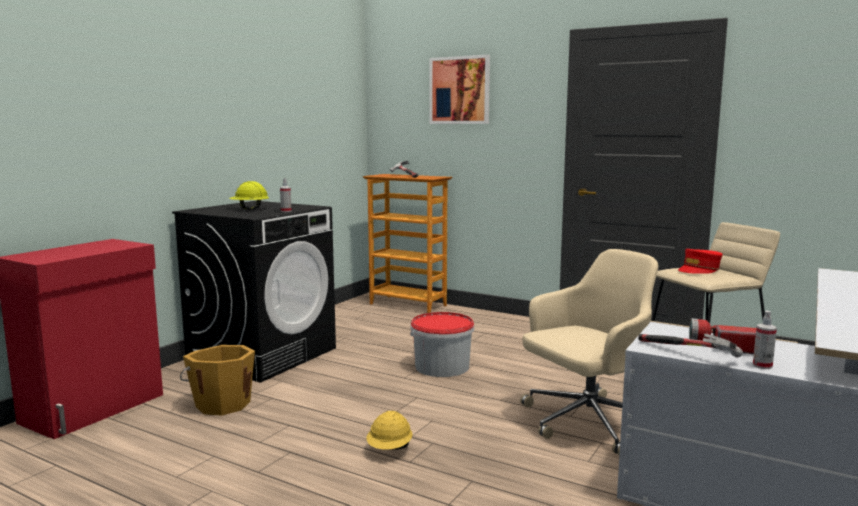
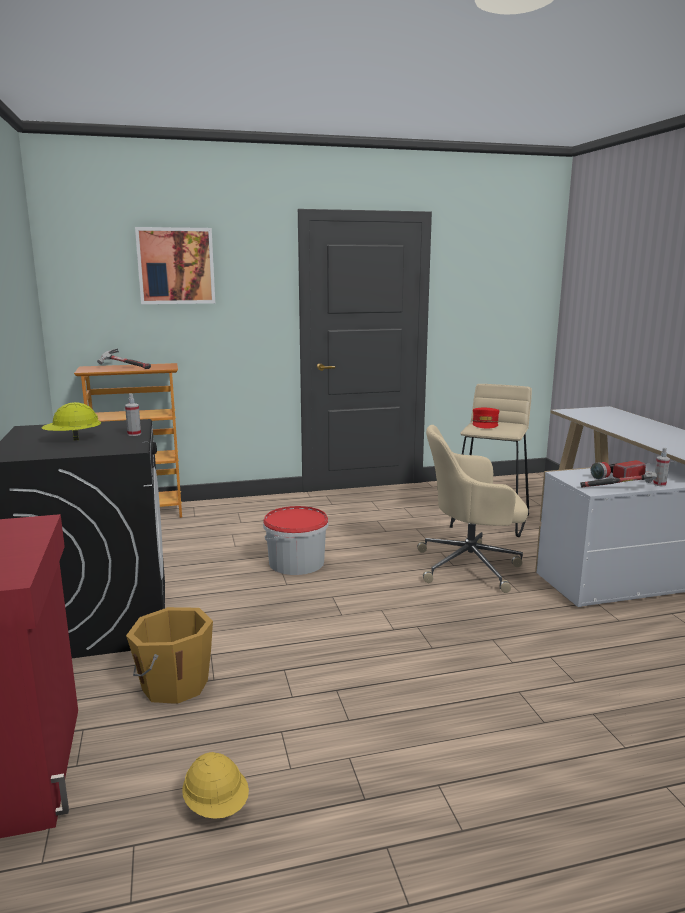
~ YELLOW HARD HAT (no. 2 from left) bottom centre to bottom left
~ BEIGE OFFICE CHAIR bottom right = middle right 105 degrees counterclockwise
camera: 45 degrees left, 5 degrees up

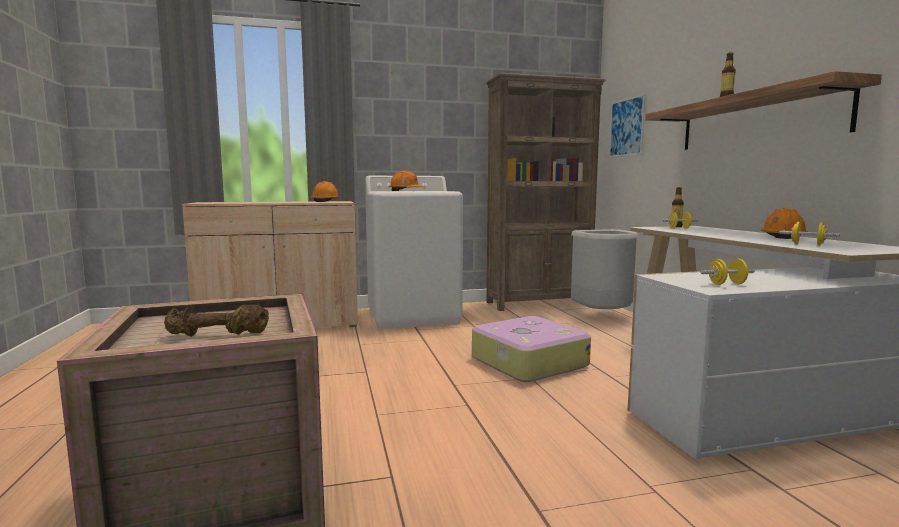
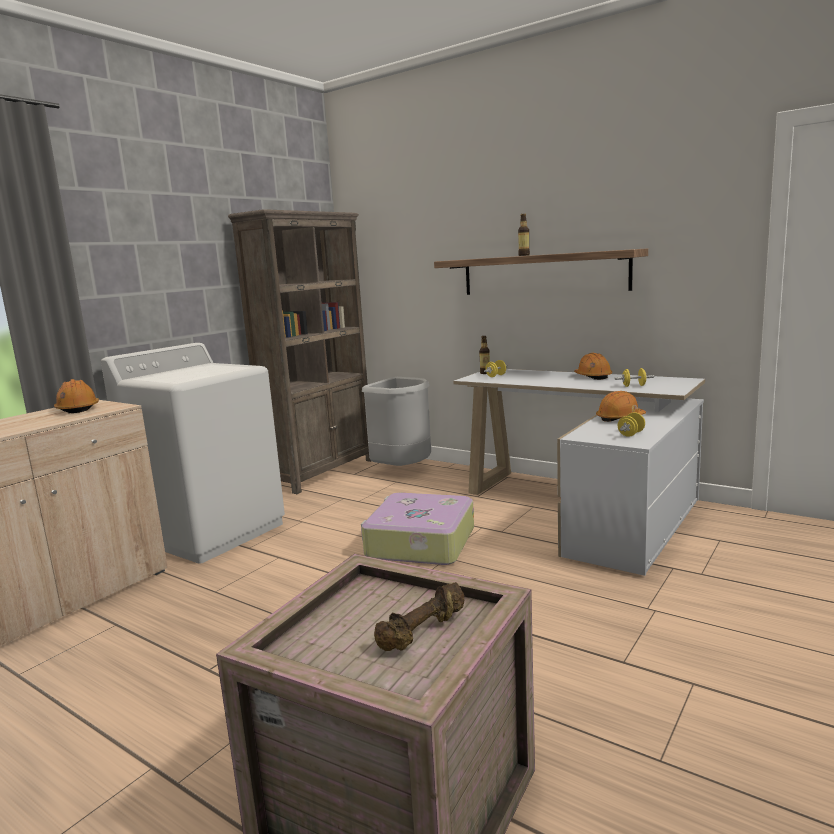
~ ORANGE HARD HAT (no. 2 from left in the first image) centre to ORANGE HARD HAT (no. 3 from left) middle right
- PICTURE top right
camera: 40 degrees left, 5 degrees up

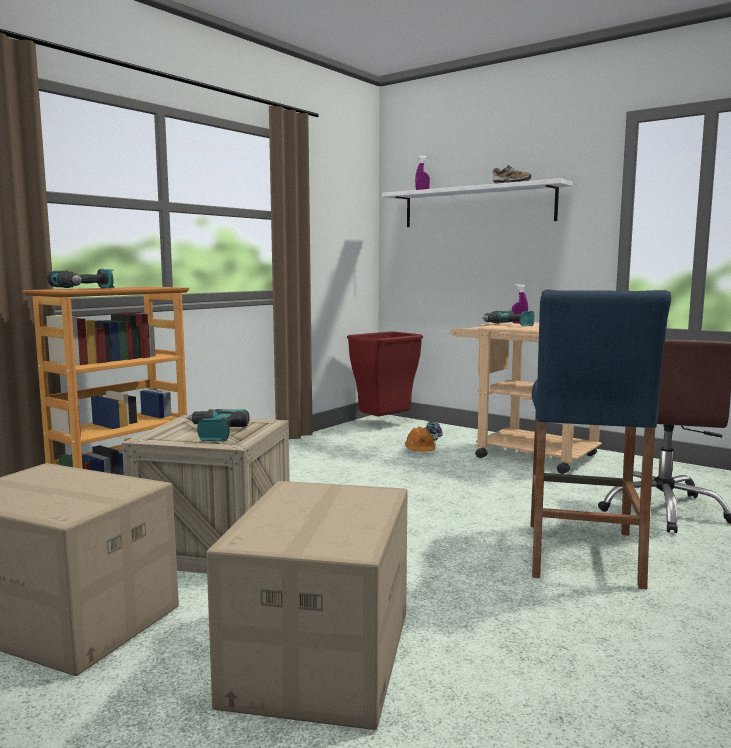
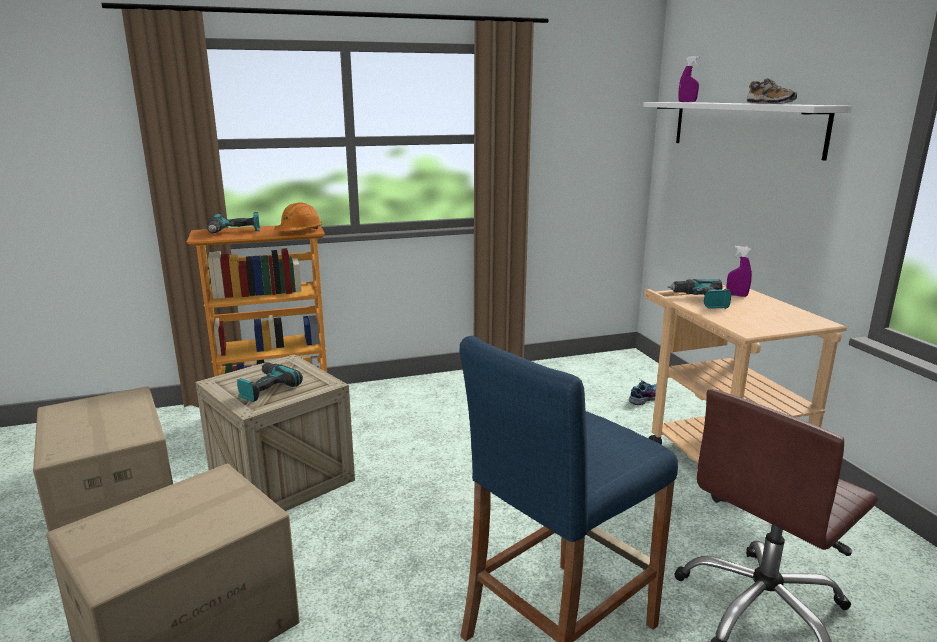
- RED TRASH CAN centre
~ ORANGE HARD HAT centre to middle left
camera: 35 degrees right, 10 degrees up

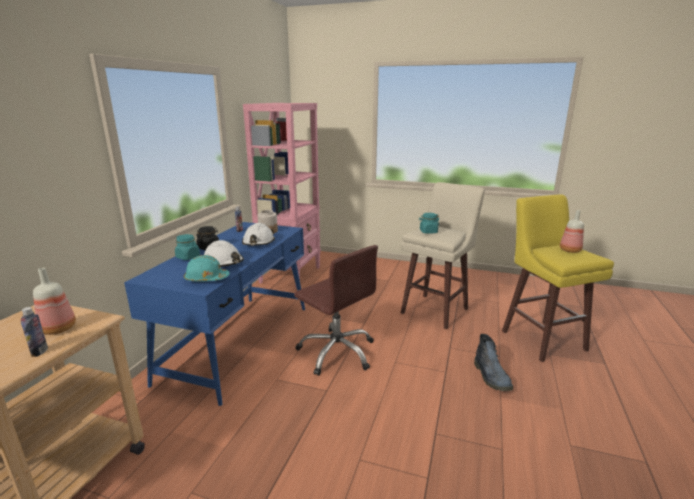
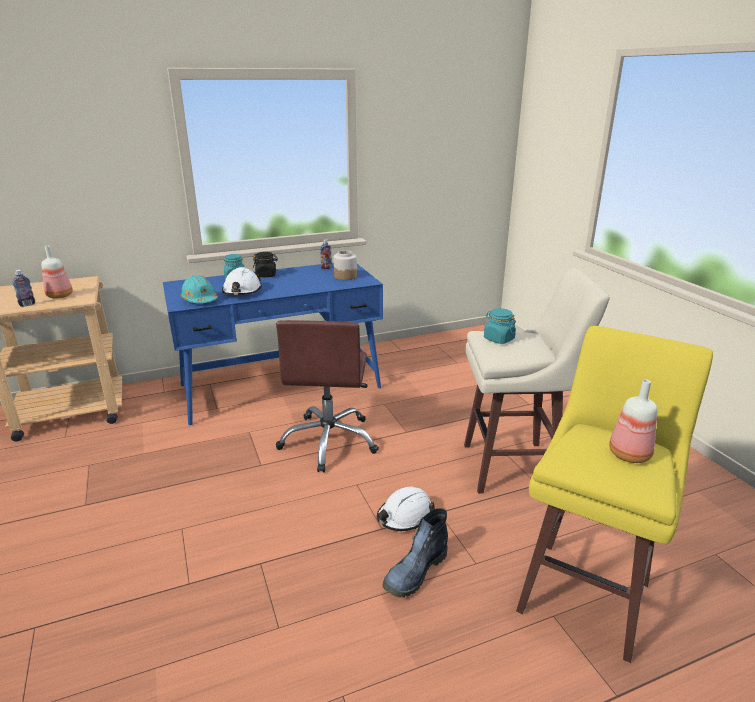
~ WHITE HARD HAT (no. 2 from left) centre to bottom centre
- PINK BOOKCASE centre
camera: 50 degrees right, 5 degrees up

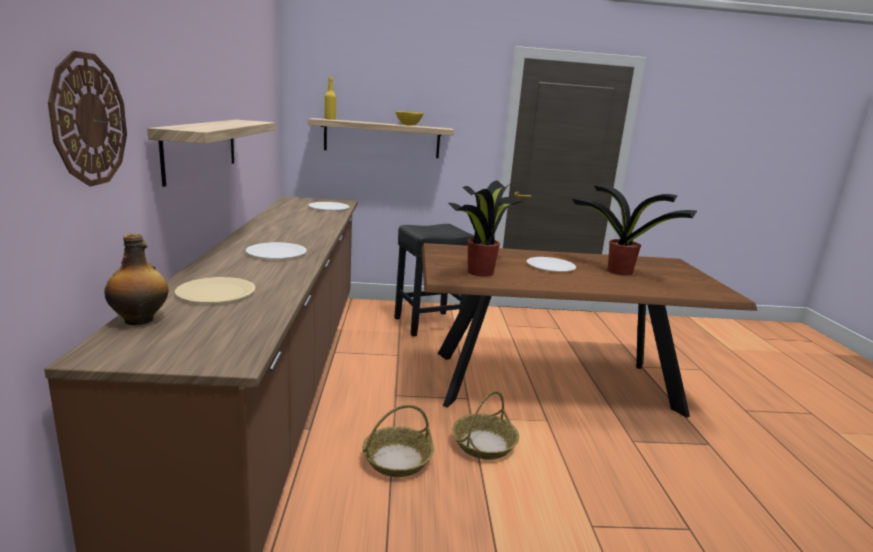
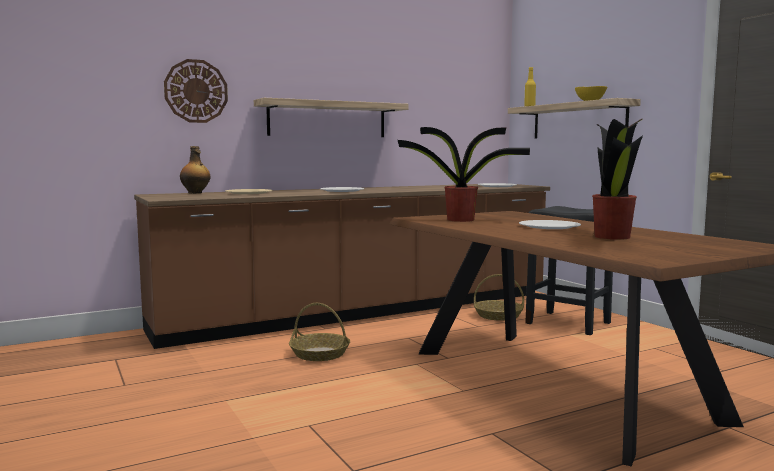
~ BASKET (no. 2 from left) bottom centre to centre
camera: 65 degrees right, 10 degrees down

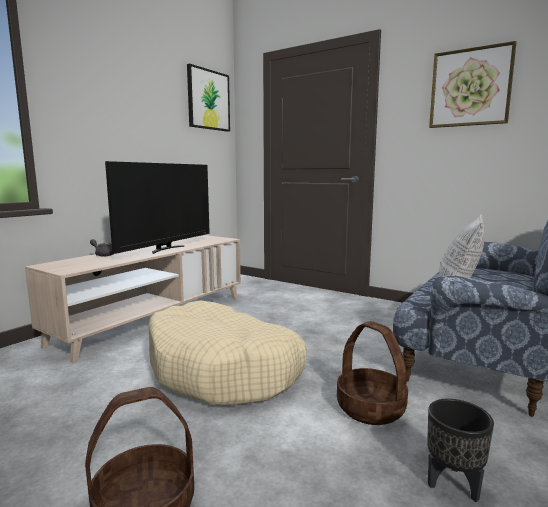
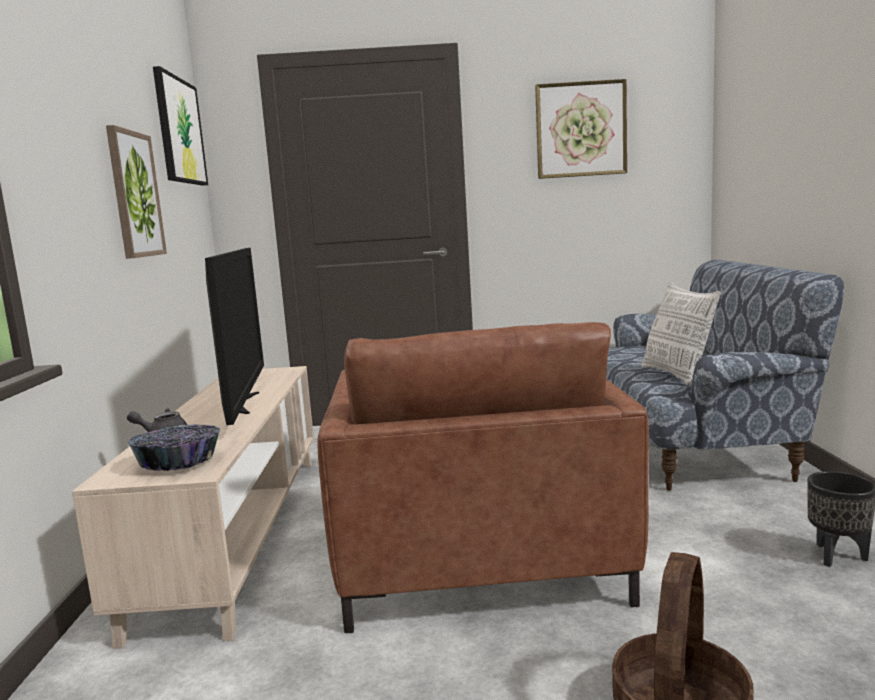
~ BEIGE DOG BED bottom centre to BROWN ARMCHAIR bottom centre
- BASKET (no. 2 from left) bottom right
+ PICTURE (no. 1 from left) top left
+ BOWL middle left
camera: 35 degrees left, 0 degrees up

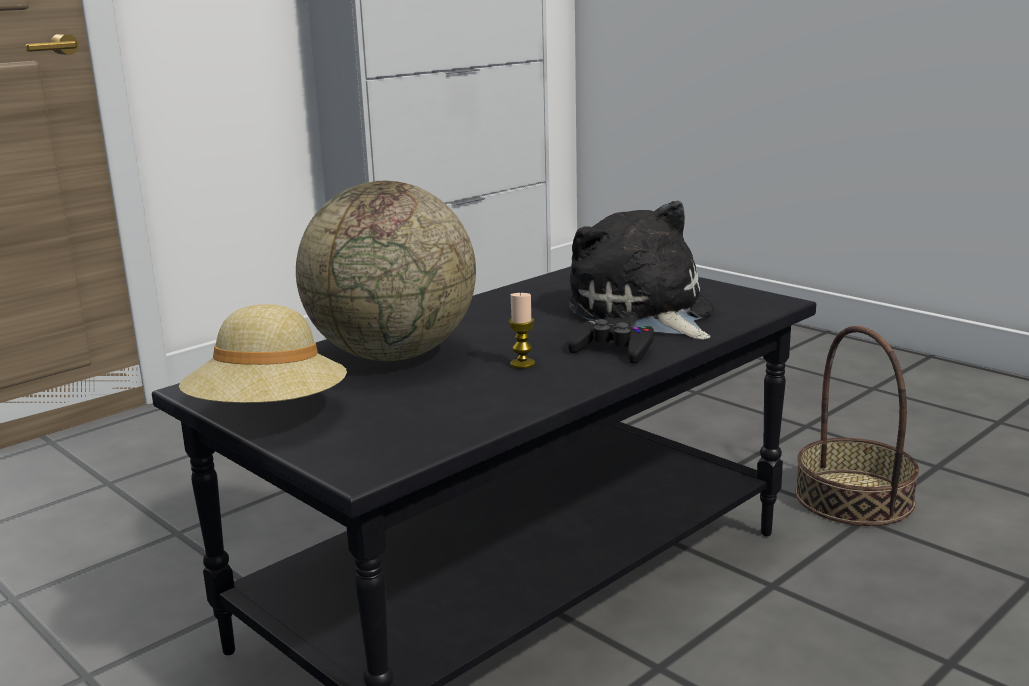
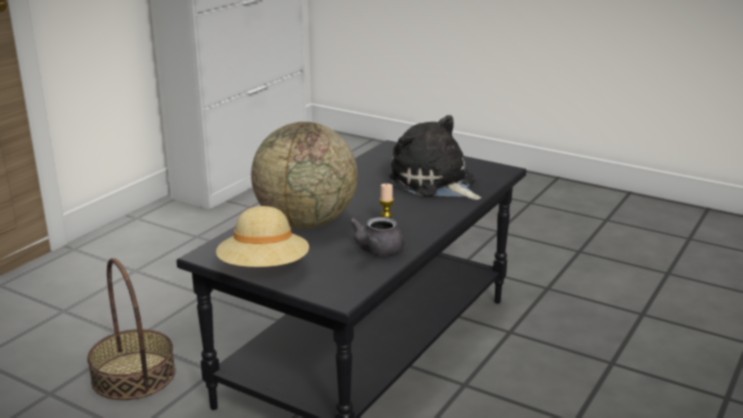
- BLACK GAME CONTROLLER centre
~ BASKET middle right to bottom left
+ GREY TEAPOT centre
camera: 15 degrees left, 5 degrees up

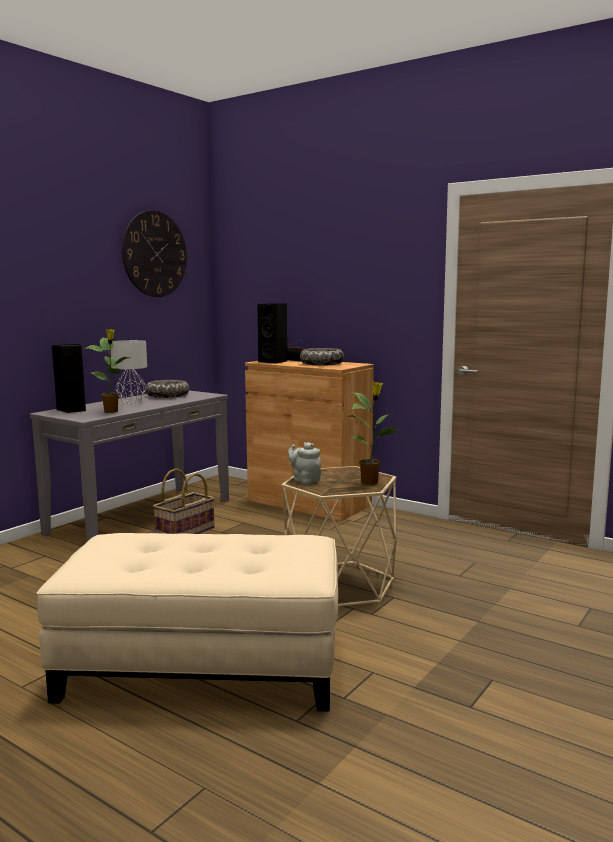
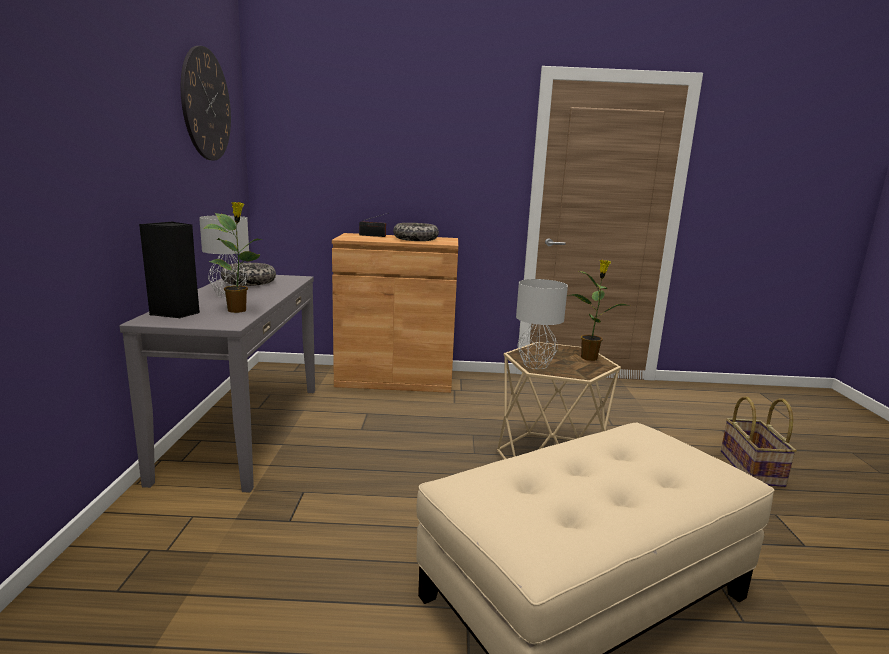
~ BASKET middle left to bottom right
- BLACK SPEAKER (no. 2 from left) centre
~ GREY TEAPOT centre to GREY TABLE LAMP (no. 2 from left) centre
camera: 35 degrees left, 5 degrees up

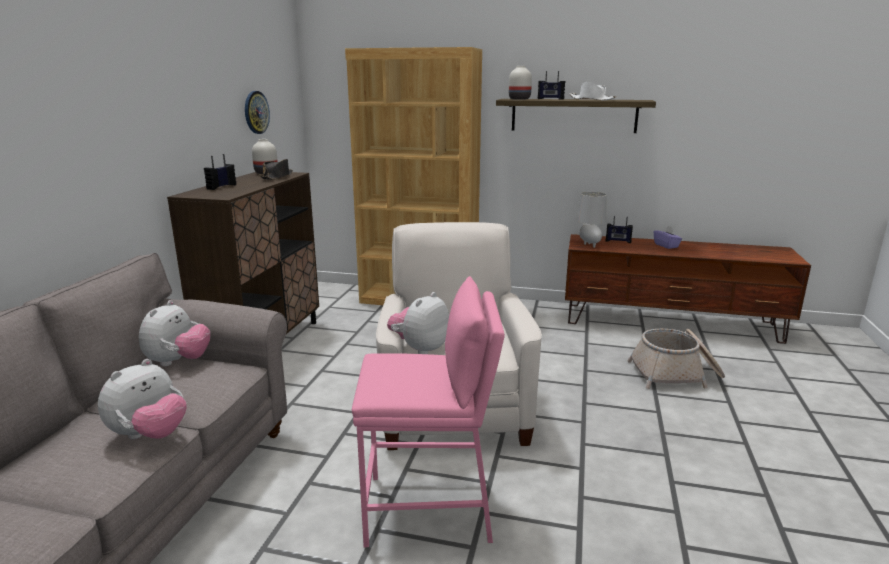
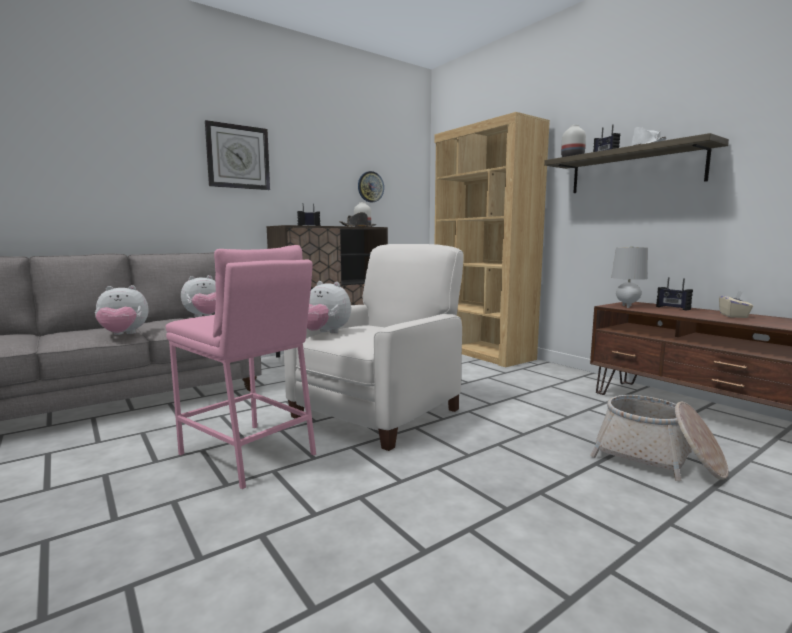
~ PLUSH TOY (no. 3 from left) centre = centre 135 degrees counterclockwise
~ PURPLE TISSUE BOX middle right to BEIGE TISSUE BOX middle right
+ WALL CLOCK (no. 1 from left) top left
camera: 40 degrees right, 10 degrees down

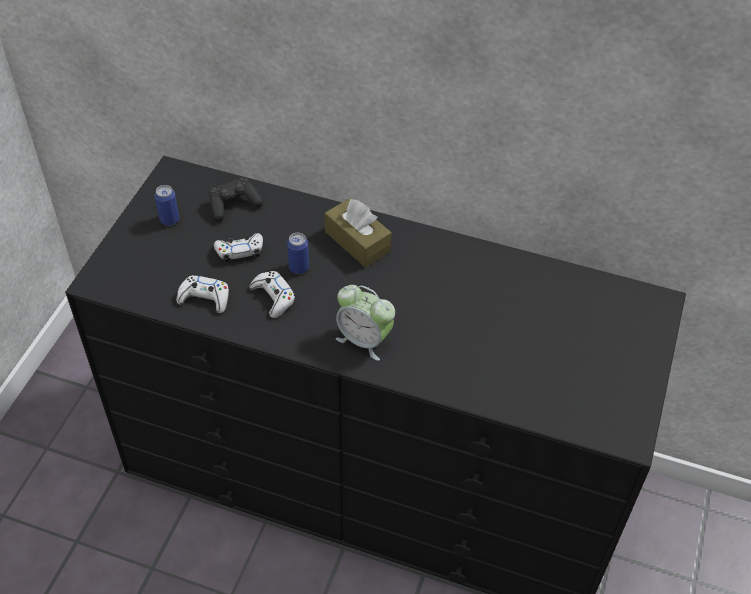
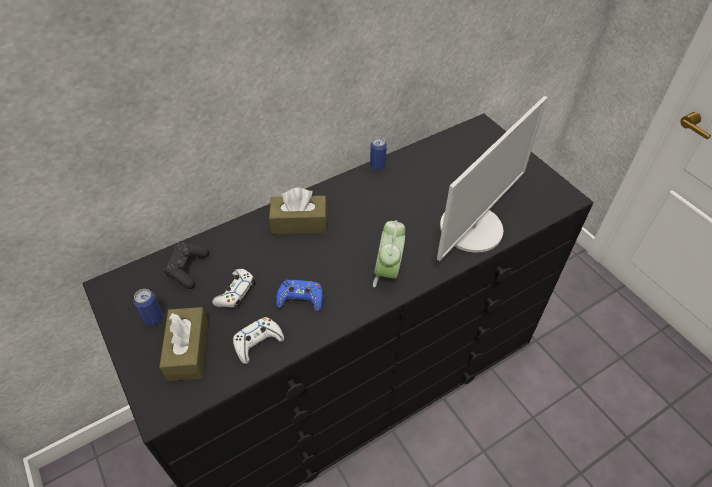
~ WHITE GAME CONTROLLER (no. 3 from left) centre to BLUE GAME CONTROLLER centre
~ CAN (no. 2 from left) centre to top centre
~ ALARM CLOCK centre = centre 120 degrees clockwise
+ BROWN TISSUE BOX (no. 1 from left) bottom left
+ MONITOR middle right
camera: 50 degrees left, 0 degrees up

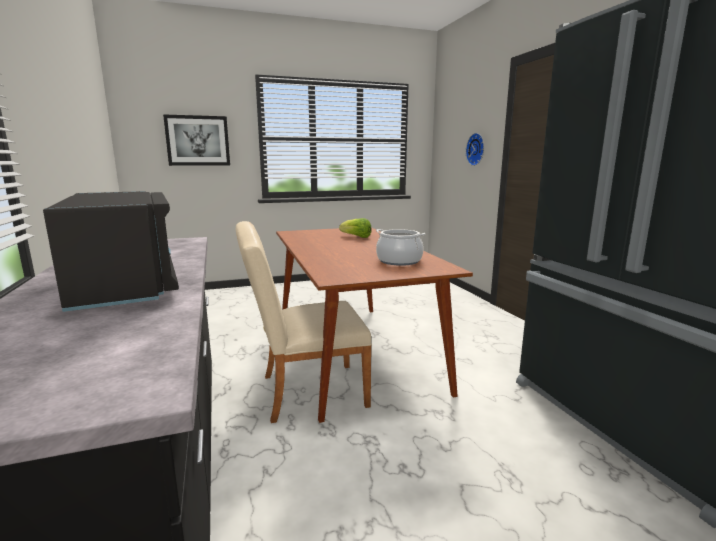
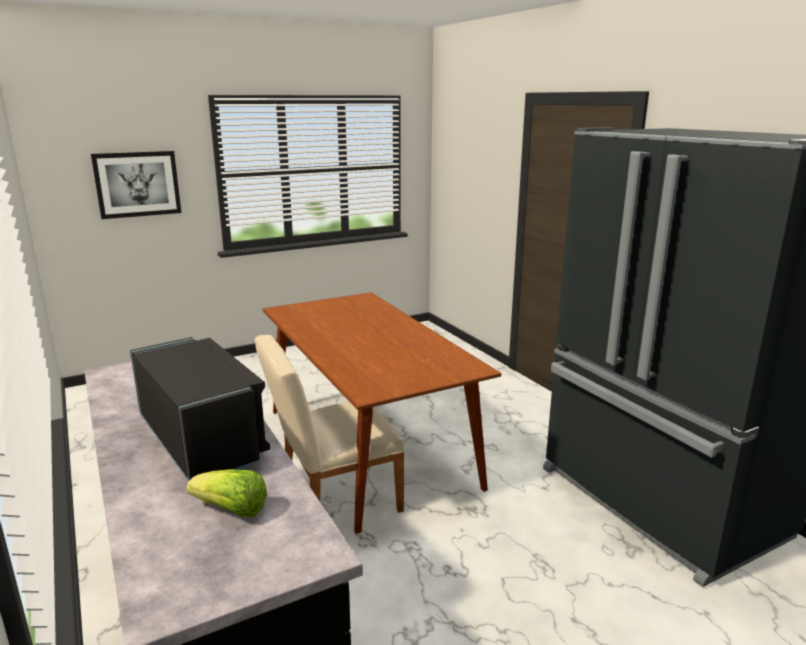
~ LETTUCE centre to bottom left
- COOKING POT centre
- WALL CLOCK top centre
camera: 10 degrees left, 5 degrees up

